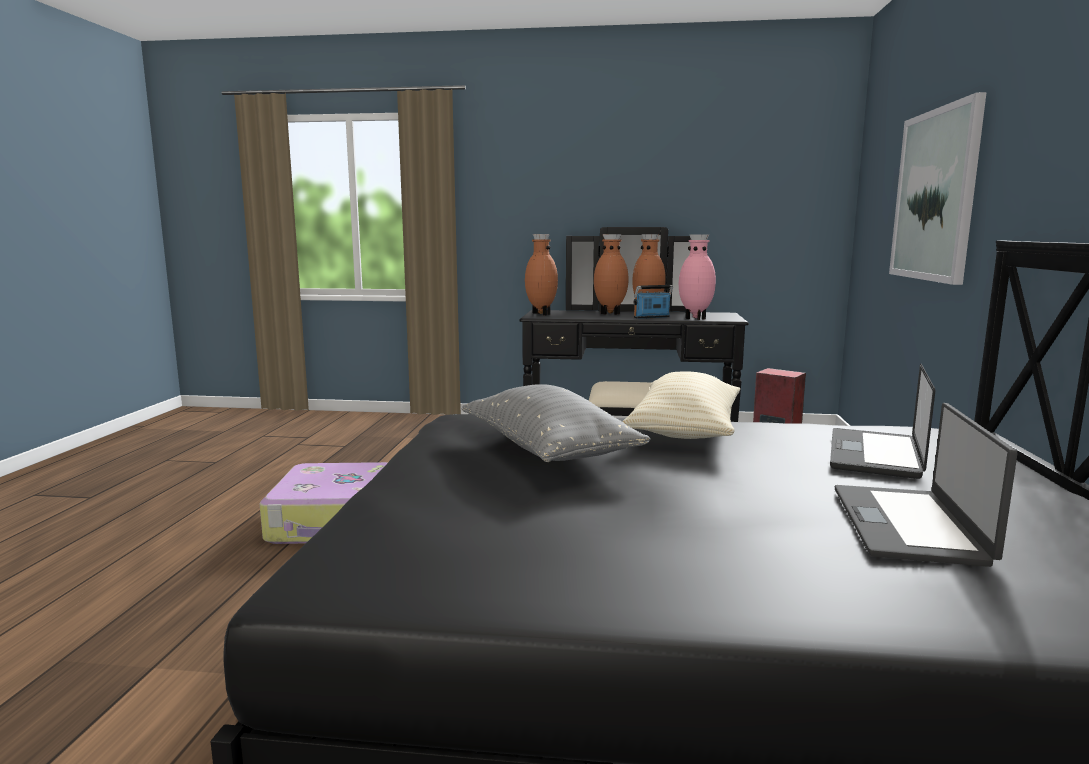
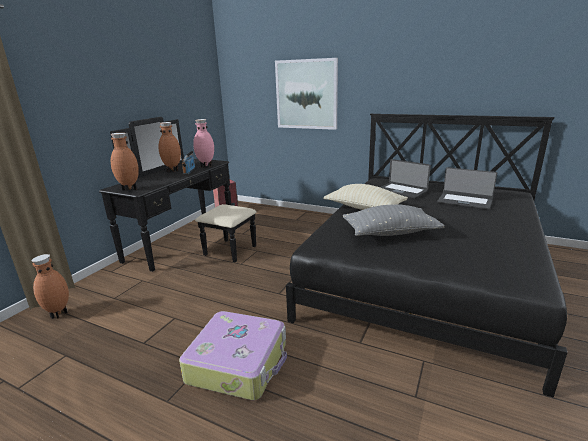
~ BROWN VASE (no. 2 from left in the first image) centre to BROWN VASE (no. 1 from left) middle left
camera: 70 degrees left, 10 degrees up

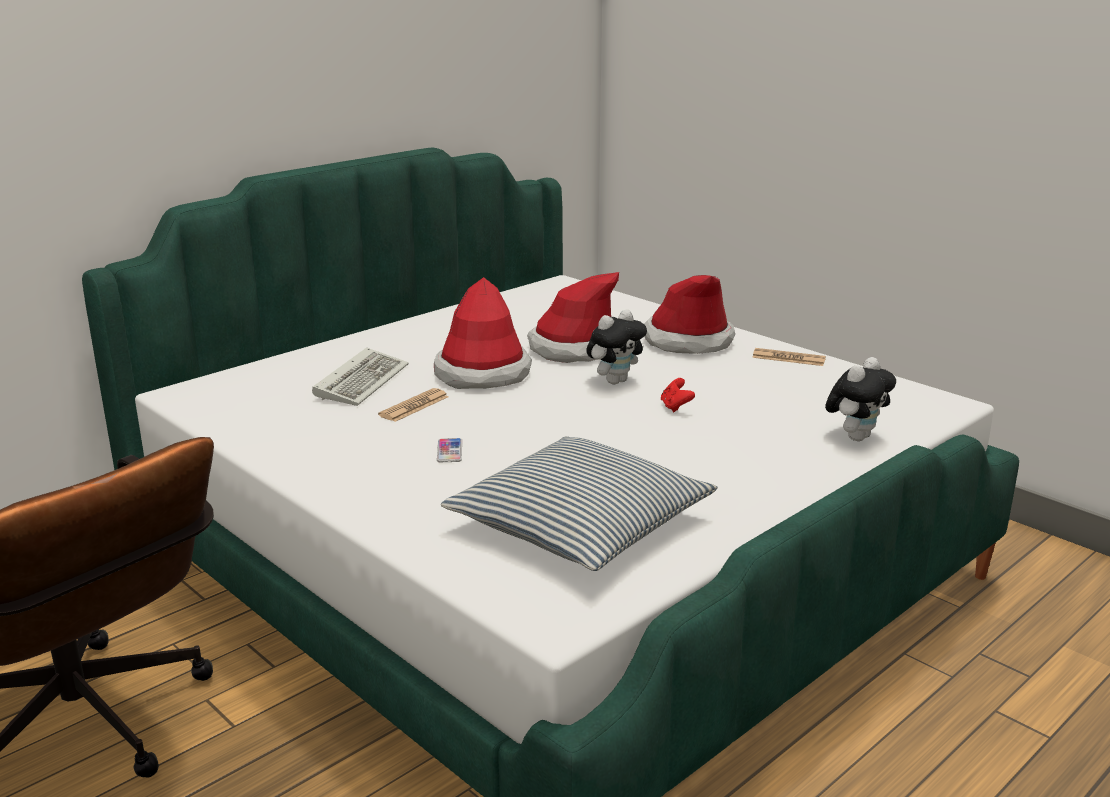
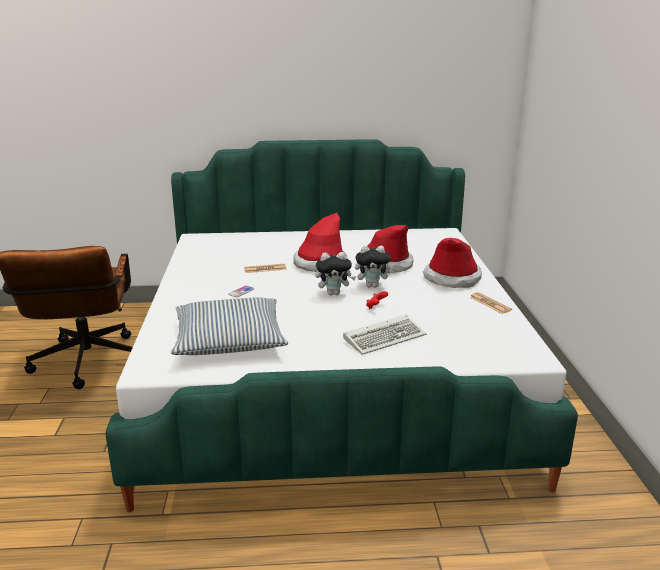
~ KEYBOARD middle left to centre
~ PLUSH TOY (no. 2 from left in the first image) middle right to PLUSH TOY (no. 1 from left) centre
camera: 40 degrees right, 0 degrees up

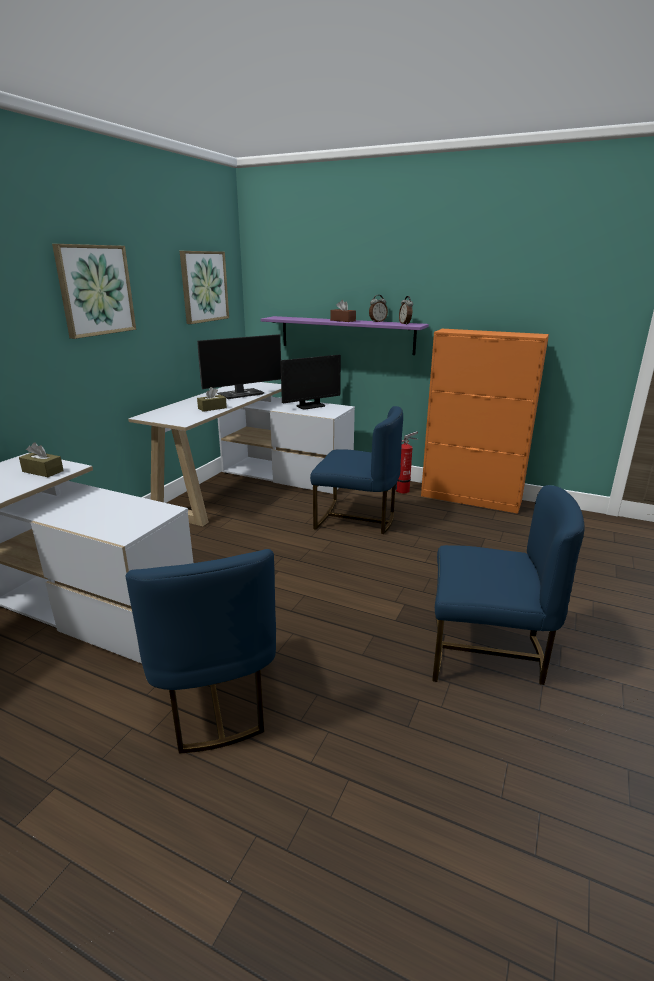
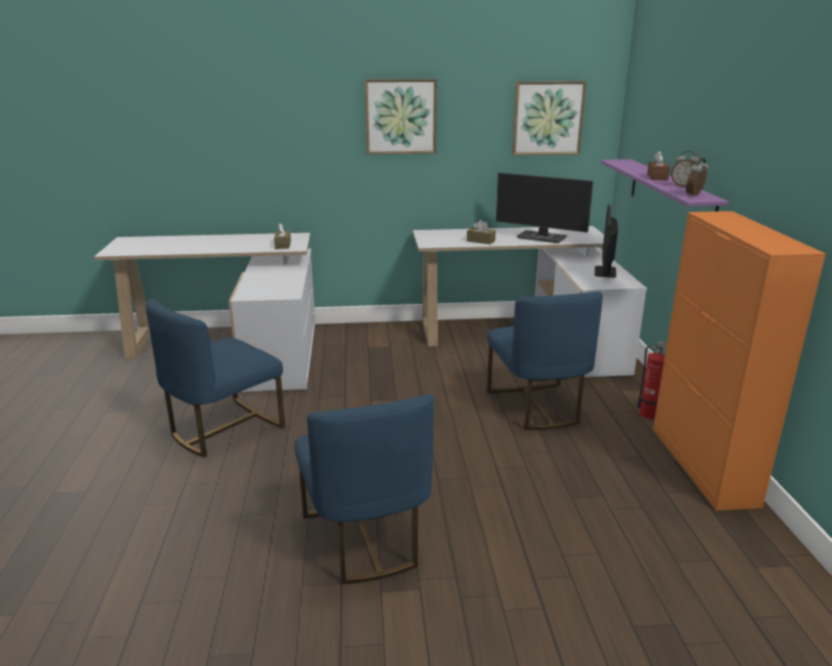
~ MONITOR (no. 2 from left) centre = middle right 75 degrees clockwise
camera: 60 degrees right, 0 degrees up

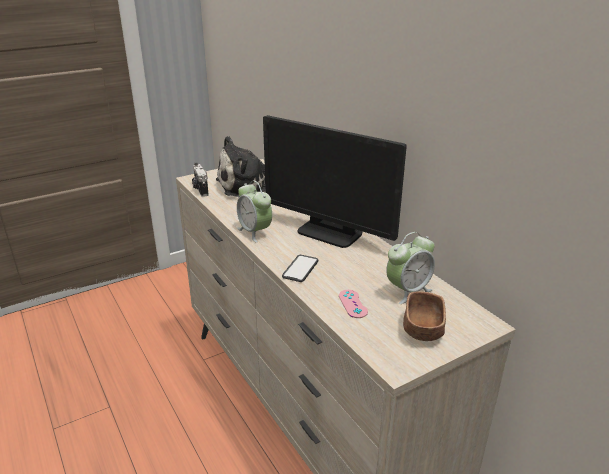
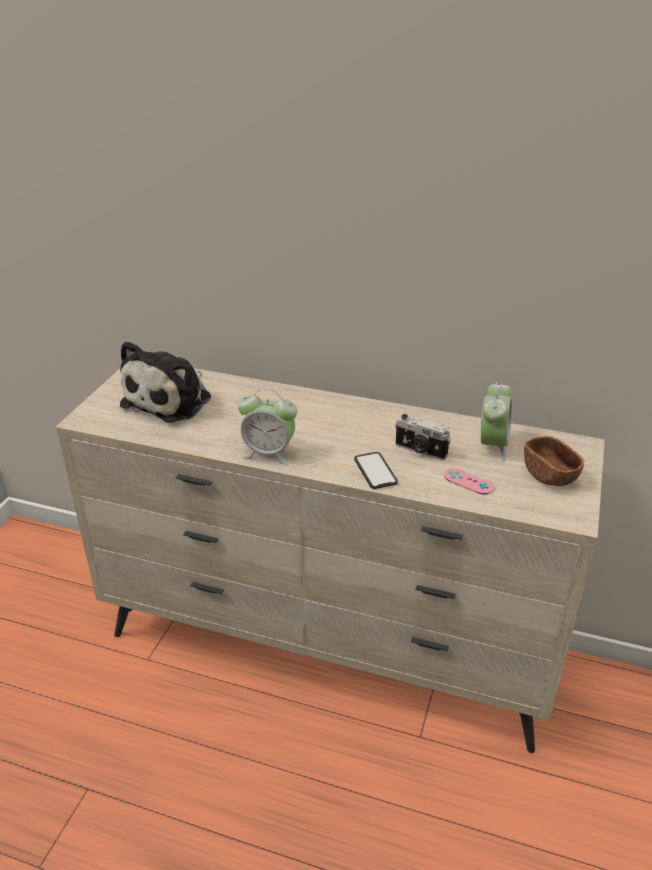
~ PHOTO CAMERA middle left to centre
- MONITOR centre
camera: 40 degrees left, 5 degrees up

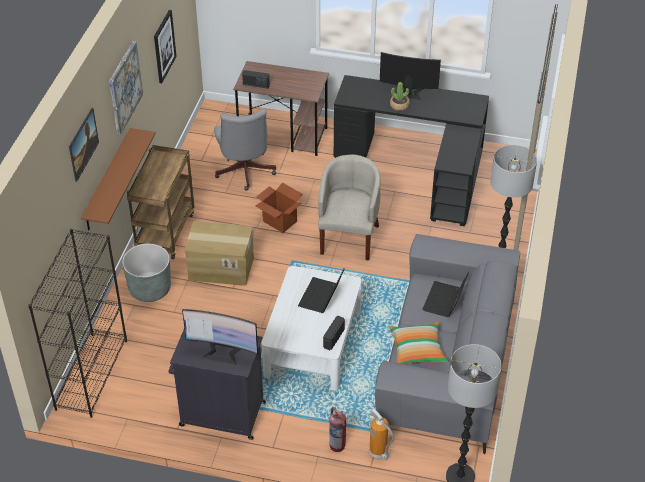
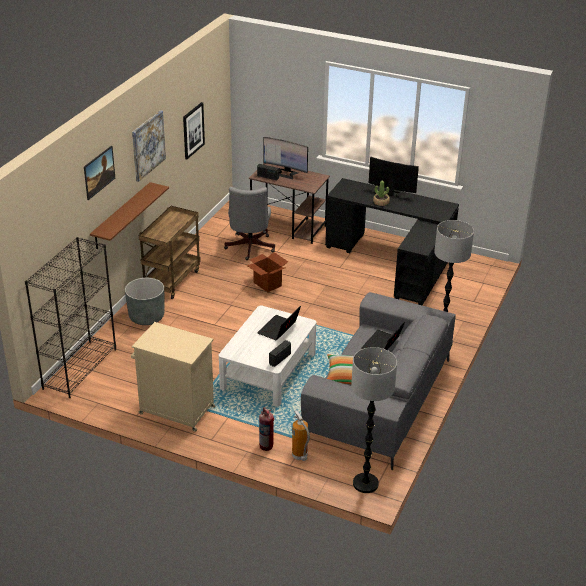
~ BLACK CABINET bottom centre to BEIGE CABINET middle left
~ MONITOR (no. 1 from left) bottom centre to top centre
- CARDBOARD BOX (no. 1 from left) centre
- BEIGE ARMCHAIR centre
camera: 10 degrees right, 10 degrees down

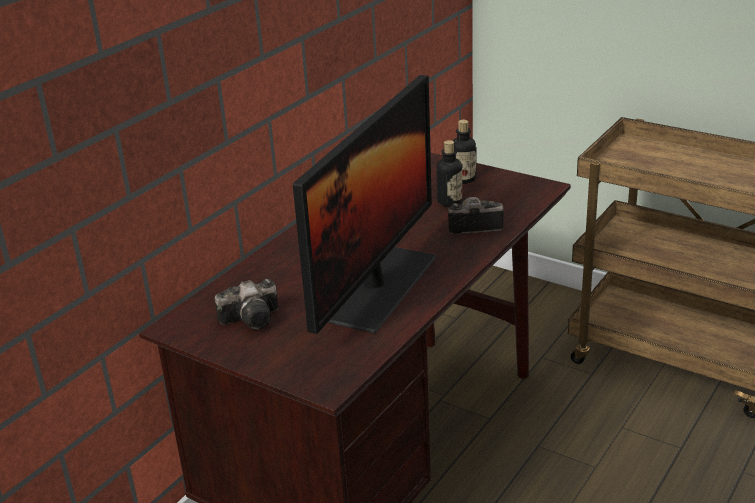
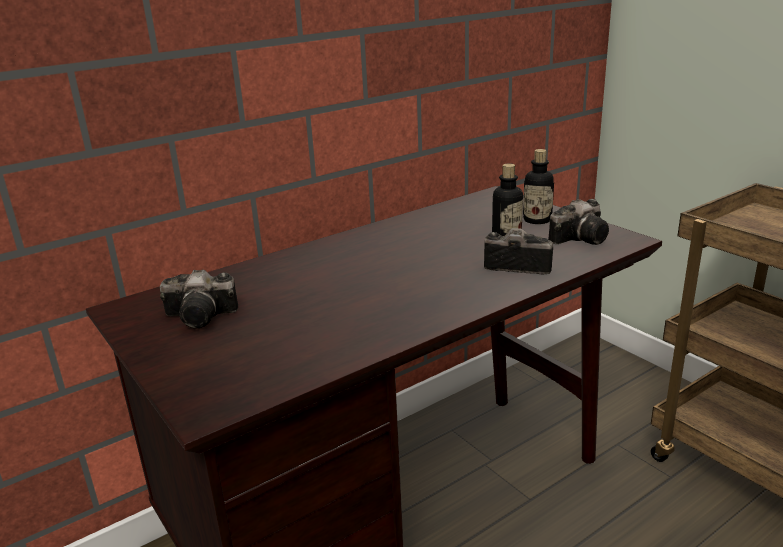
- MONITOR centre
+ PHOTO CAMERA (no. 3 from left) middle right
camera: 20 degrees right, 5 degrees down

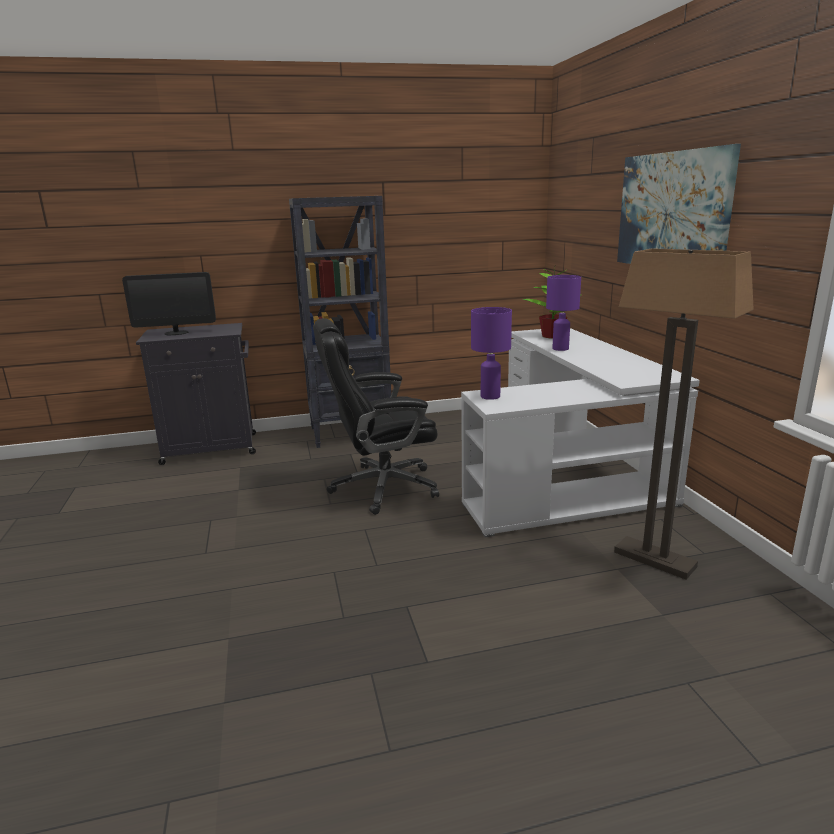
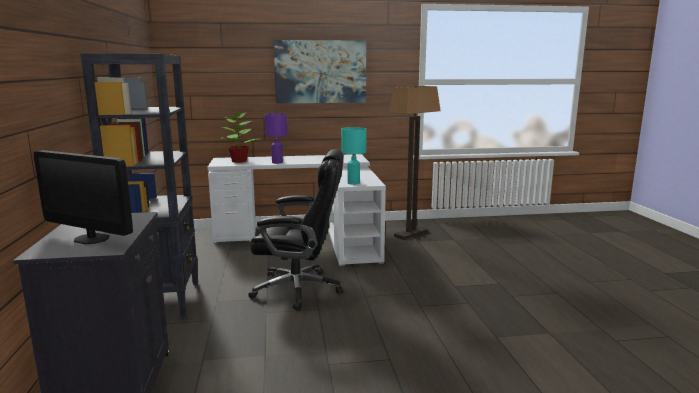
~ MONITOR middle left = middle left 120 degrees clockwise
~ BLACK OFFICE CHAIR centre = centre 75 degrees counterclockwise
~ PURPLE TABLE LAMP (no. 1 from left) centre to TURQUOISE TABLE LAMP centre
camera: 85 degrees left, 5 degrees down

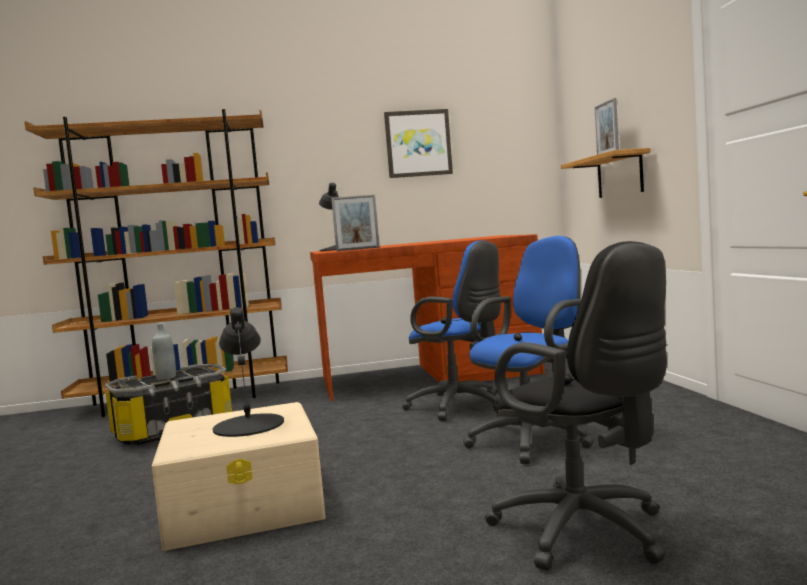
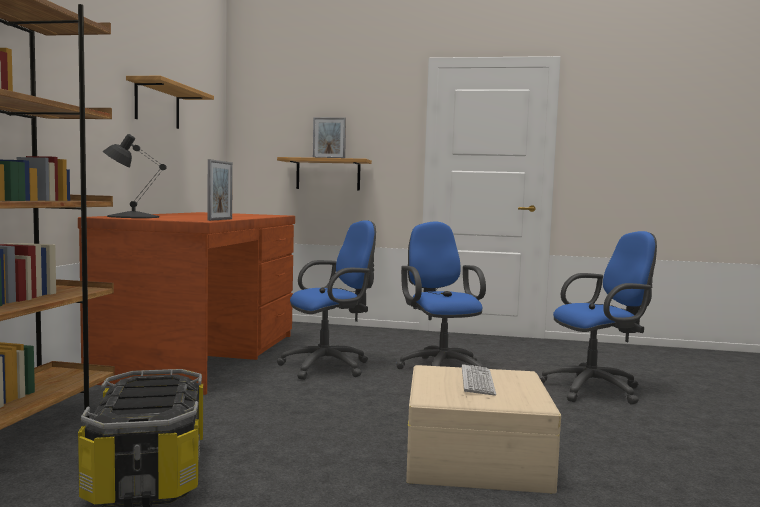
- GREY BOTTLE middle left
~ BLACK TABLE LAMP (no. 1 from left) middle left to KEYBOARD bottom centre
~ PICTURE top centre to SHELF (no. 1 from left) top left
~ BLACK OFFICE CHAIR bottom right to BLUE OFFICE CHAIR (no. 3 from left) middle right
camera: 70 degrees left, 0 degrees up

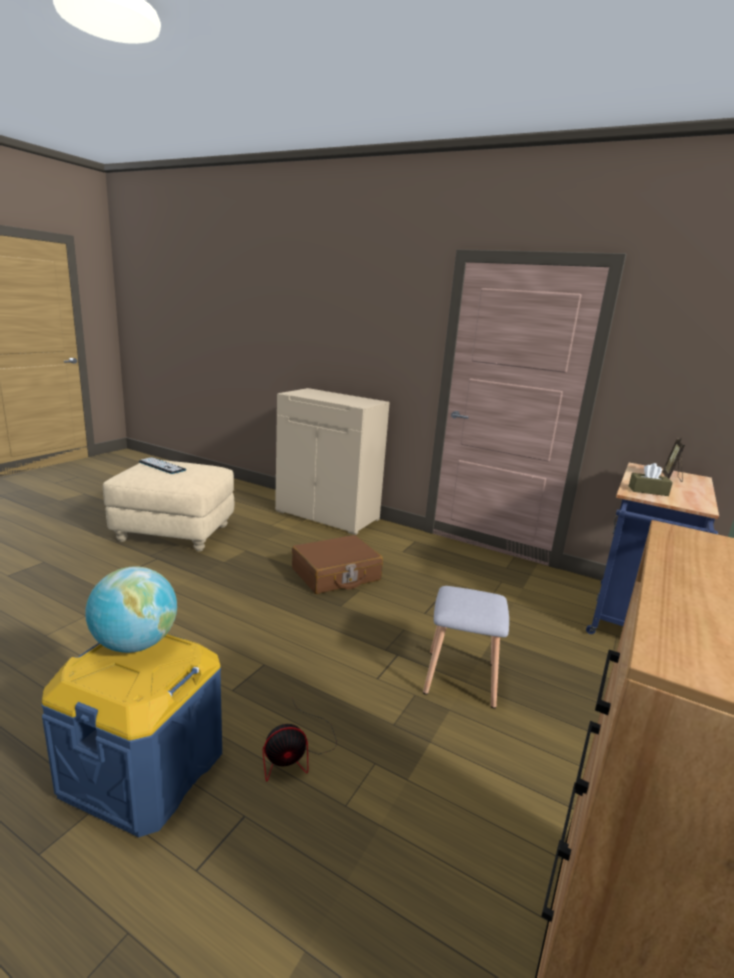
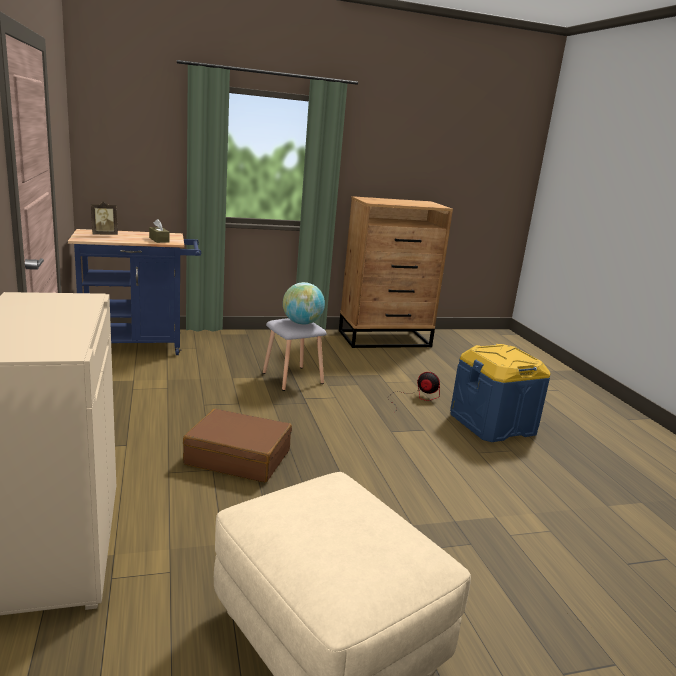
~ GLOBE middle left to centre
- KEYBOARD middle left
camera: 135 degrees left, 0 degrees up

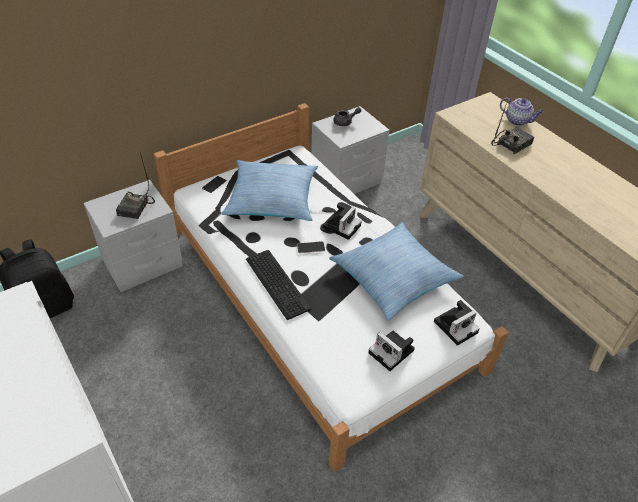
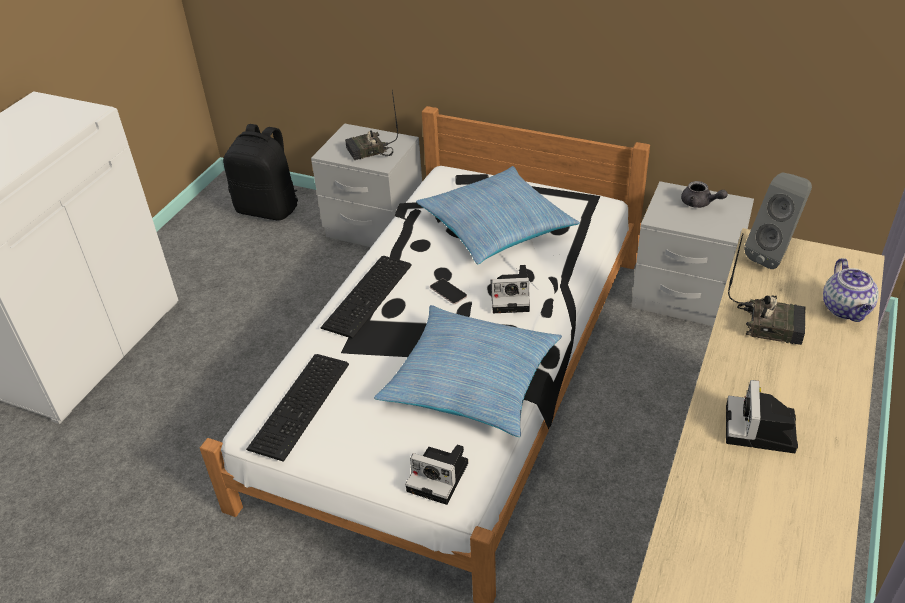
~ PHOTO CAMERA (no. 2 from left in the first image) bottom centre to PHOTO CAMERA (no. 3 from left) bottom right
+ KEYBOARD (no. 1 from left) bottom left
+ GREY SPEAKER middle right
camera: 60 degrees right, 5 degrees down

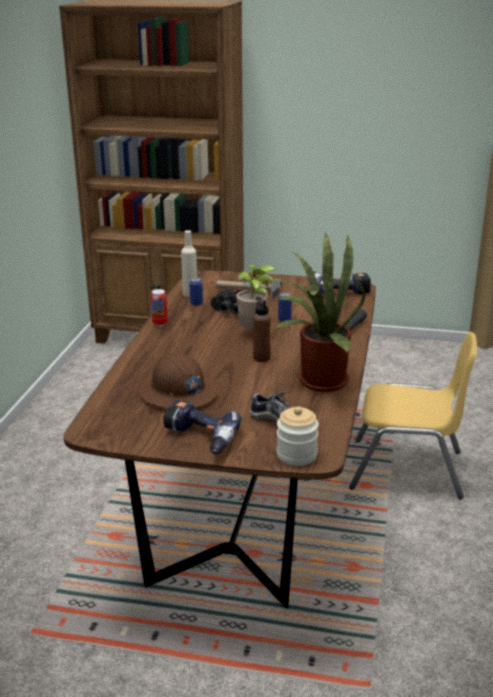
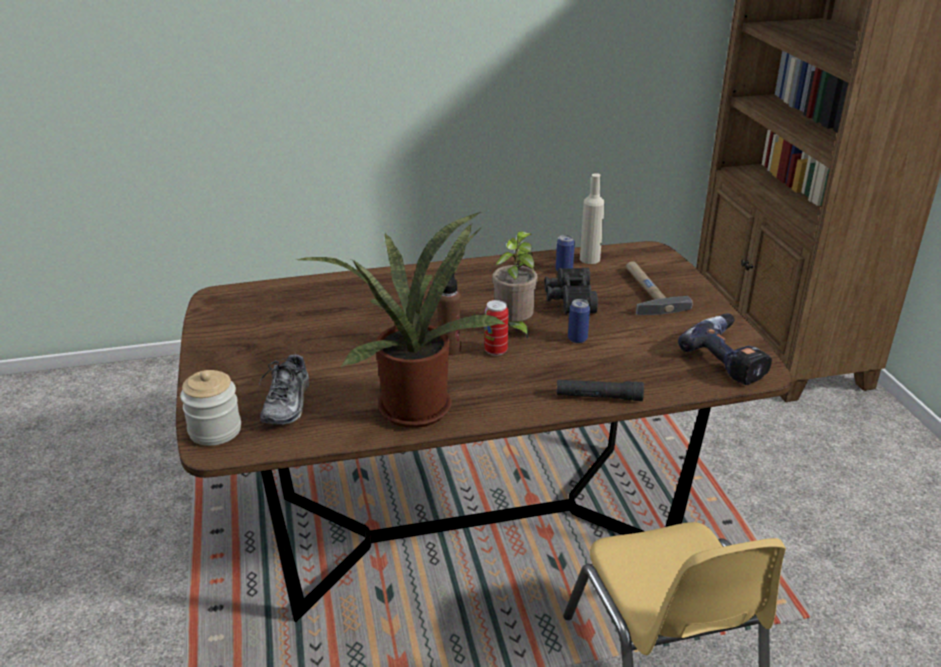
- BROWN HARD HAT centre
~ CAN (no. 1 from left) middle left to centre
- POWER DRILL (no. 1 from left) centre
camera: 65 degrees right, 5 degrees up

